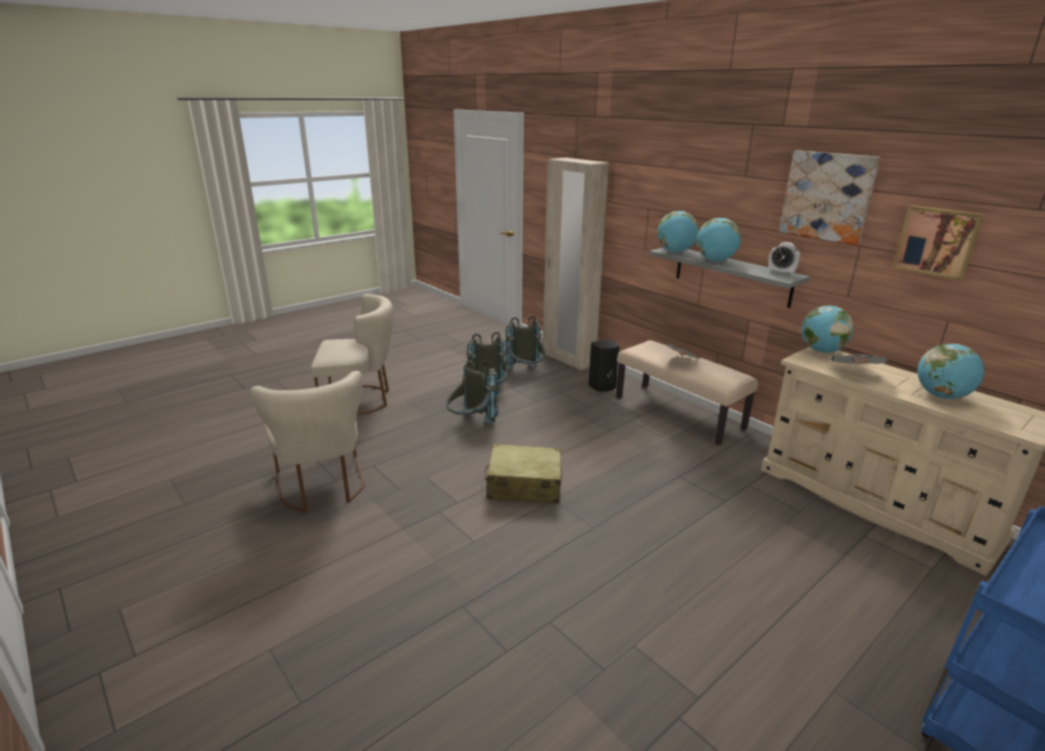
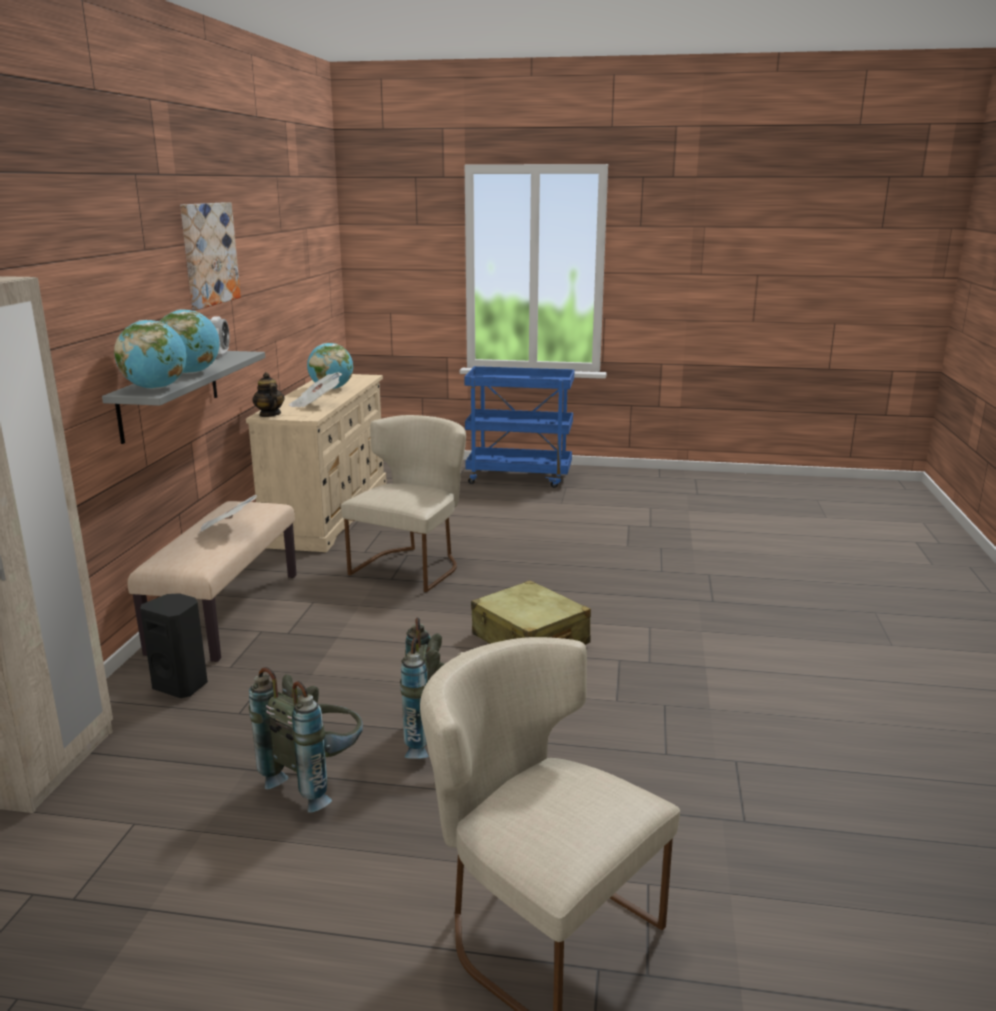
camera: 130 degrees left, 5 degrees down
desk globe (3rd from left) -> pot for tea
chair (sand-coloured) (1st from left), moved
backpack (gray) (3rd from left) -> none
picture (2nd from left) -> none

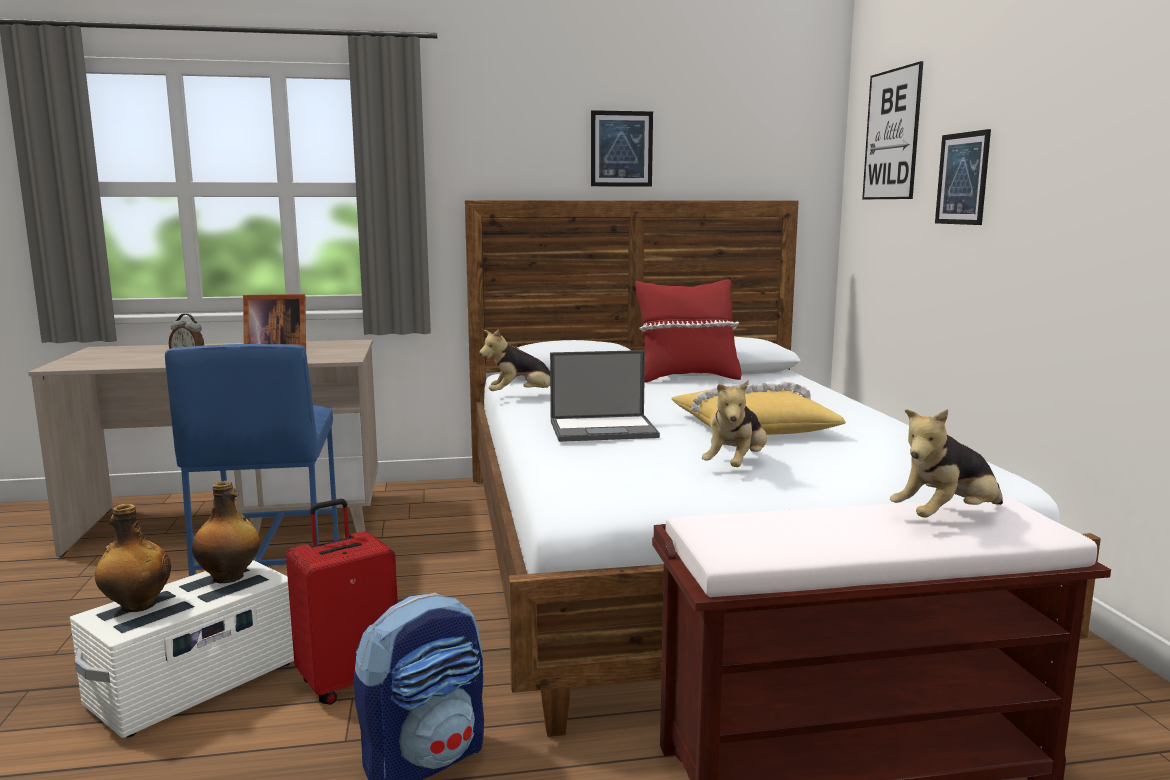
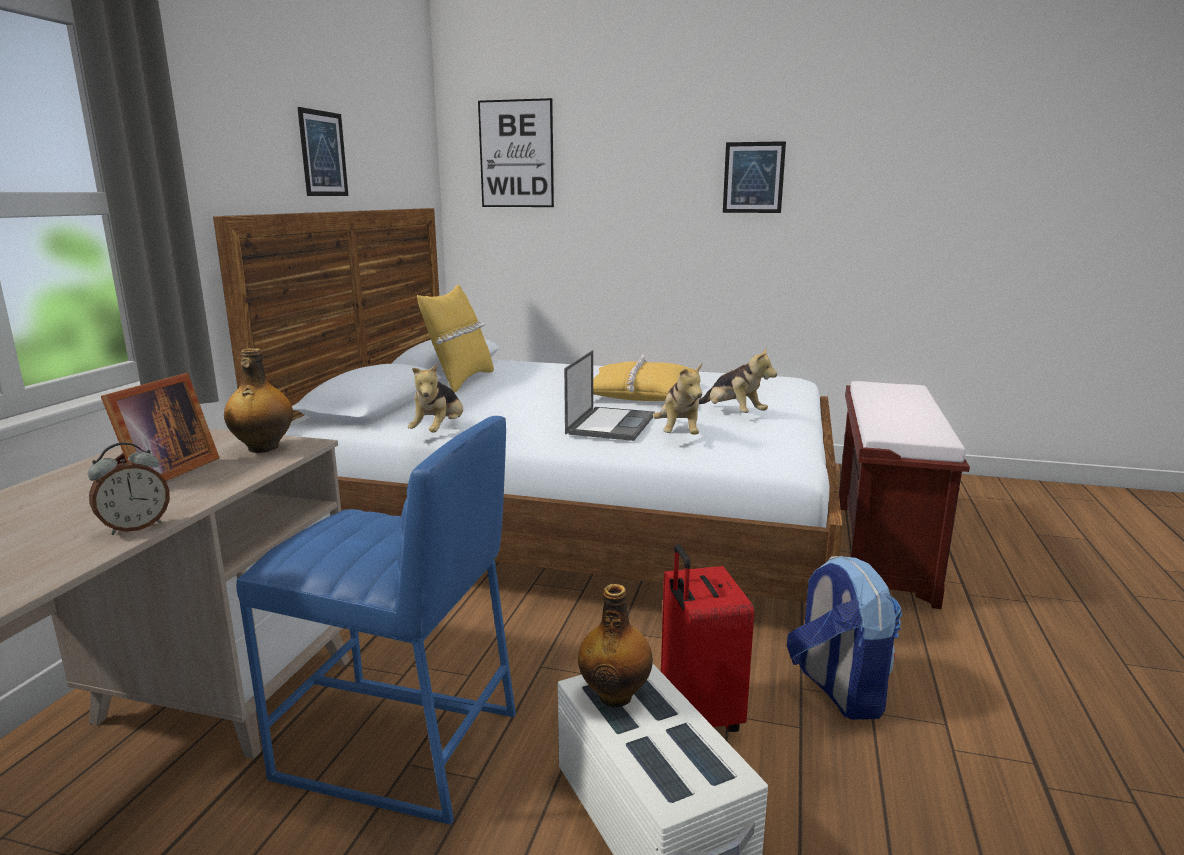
camera: 65 degrees left, 5 degrees up
drink bottle (1st from left), moved
pillow (red-coloured) -> pillow (yellowish) (1st from left)
cuddly toy (3rd from left in the first image) -> cuddly toy (2nd from left), moved
picture (3rd from left), moved

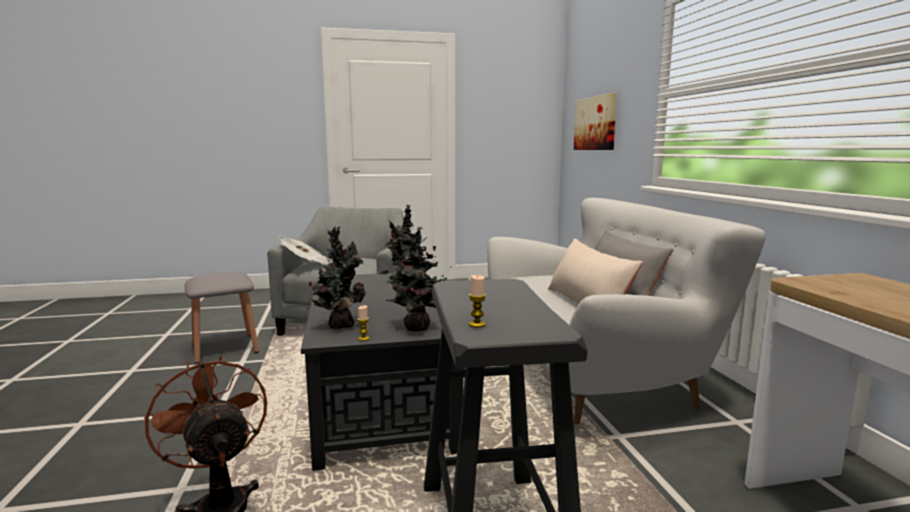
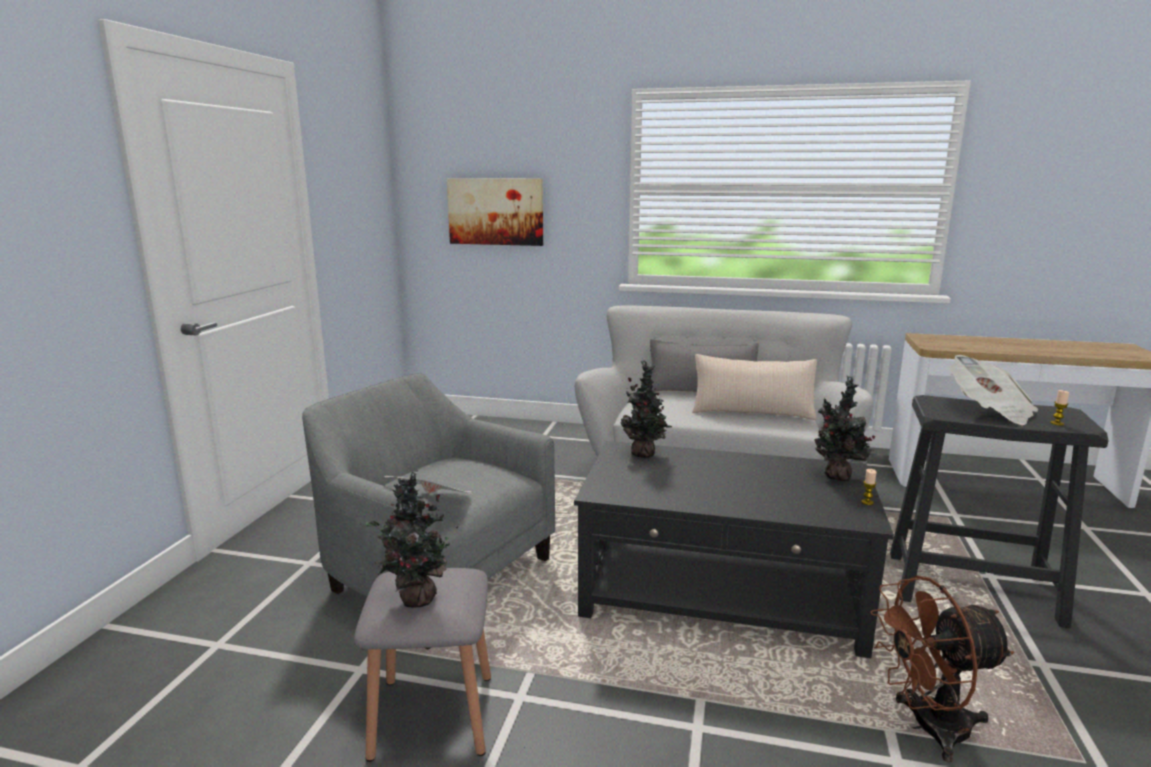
camera: 65 degrees left, 5 degrees up
potted plant (1st from left), moved
none -> newspaper (2nd from left)

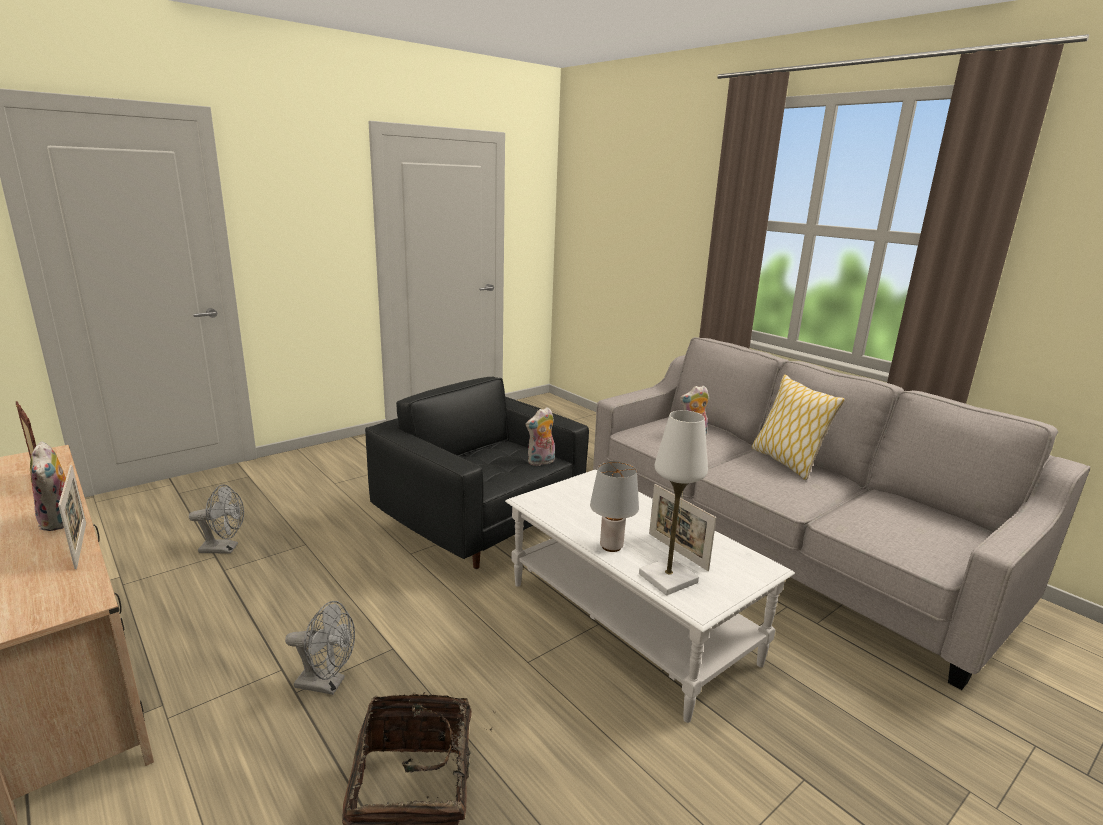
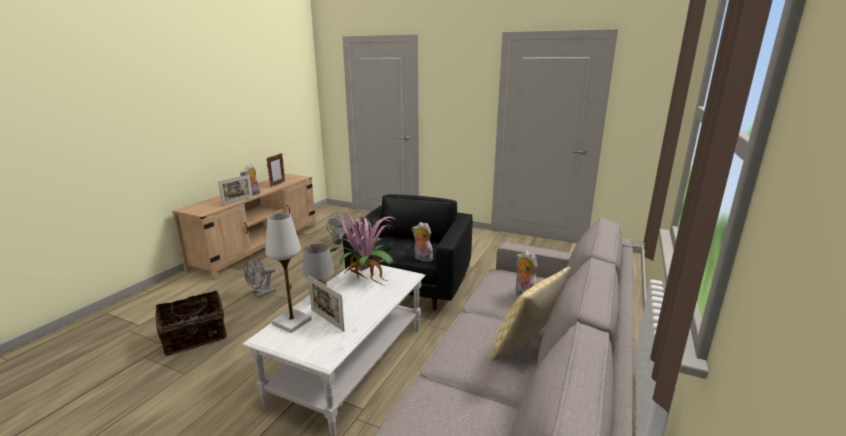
camera: 65 degrees right, 0 degrees up
cooling fan (gray) (2nd from left in the first image) -> cooling fan (gray) (1st from left), 60 degrees clockwise
standing frame (3rd from left), 75 degrees counterclockwise
none -> potted plant

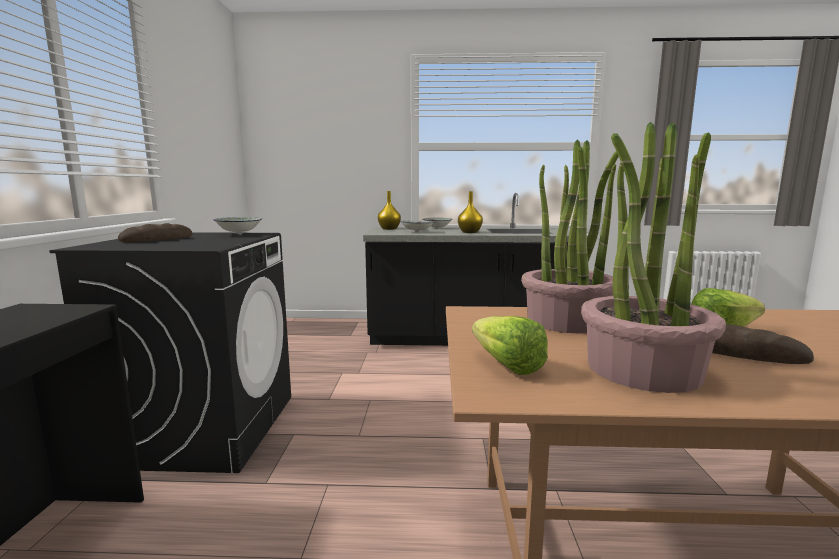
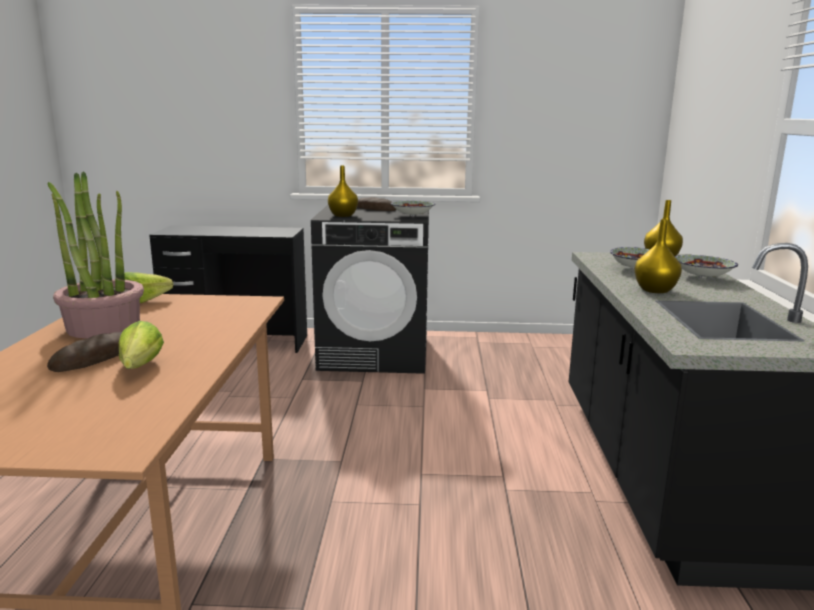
camera: 90 degrees right, 5 degrees up
none -> vase (yellowish) (1st from left)
potted plant (1st from left) -> none

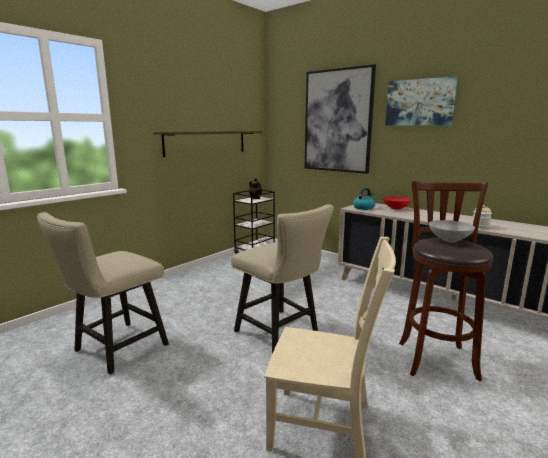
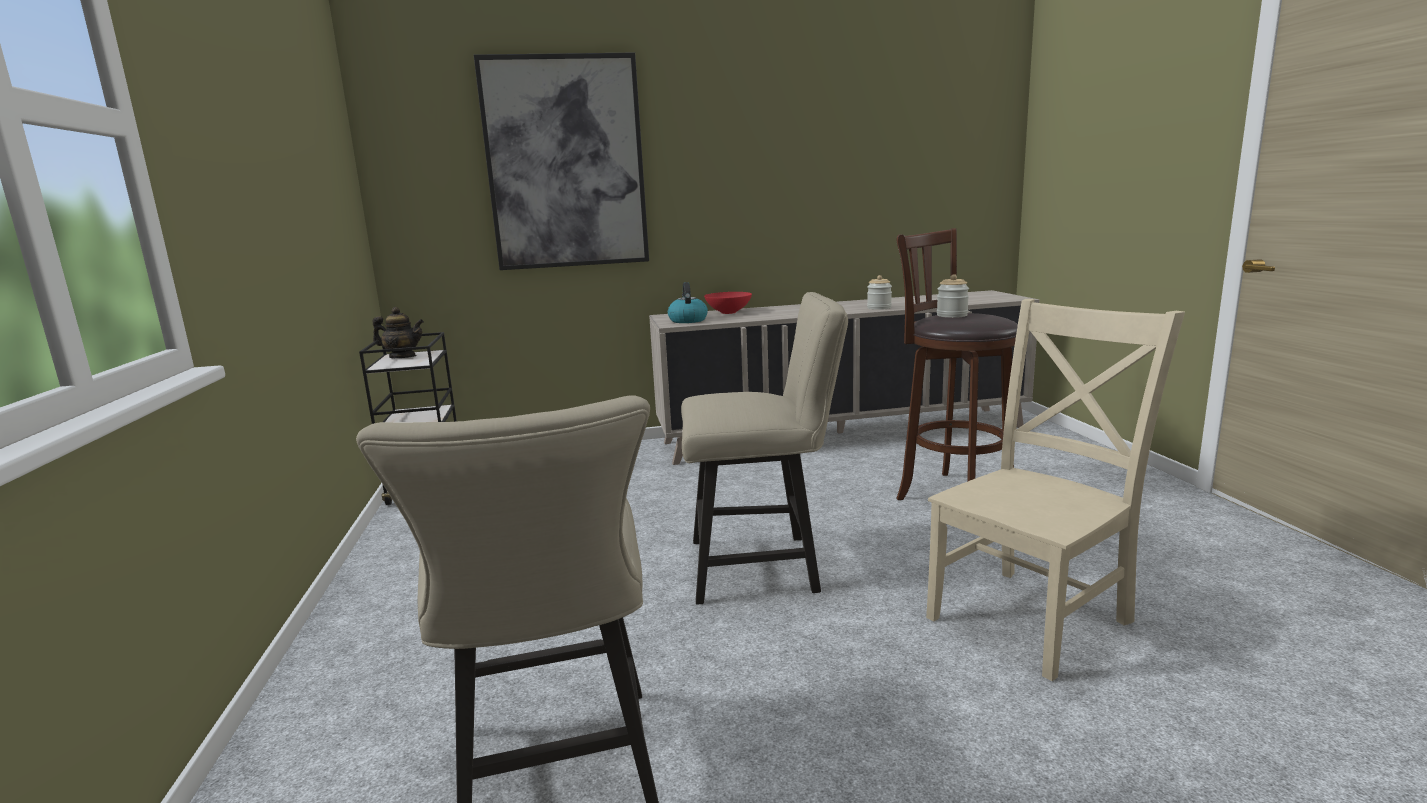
camera: 50 degrees left, 0 degrees up
deep dish (gray) -> jar (2nd from left)
shelf -> none
picture (2nd from left) -> none

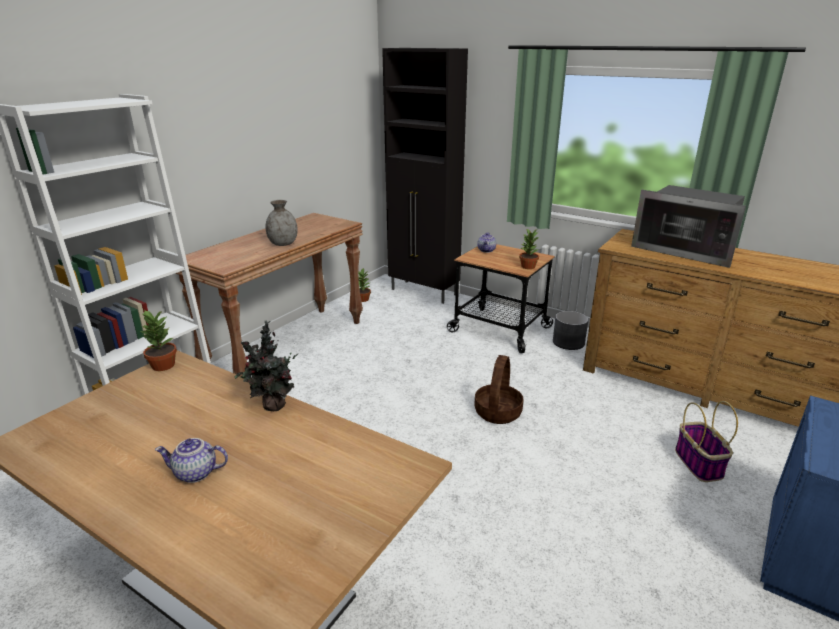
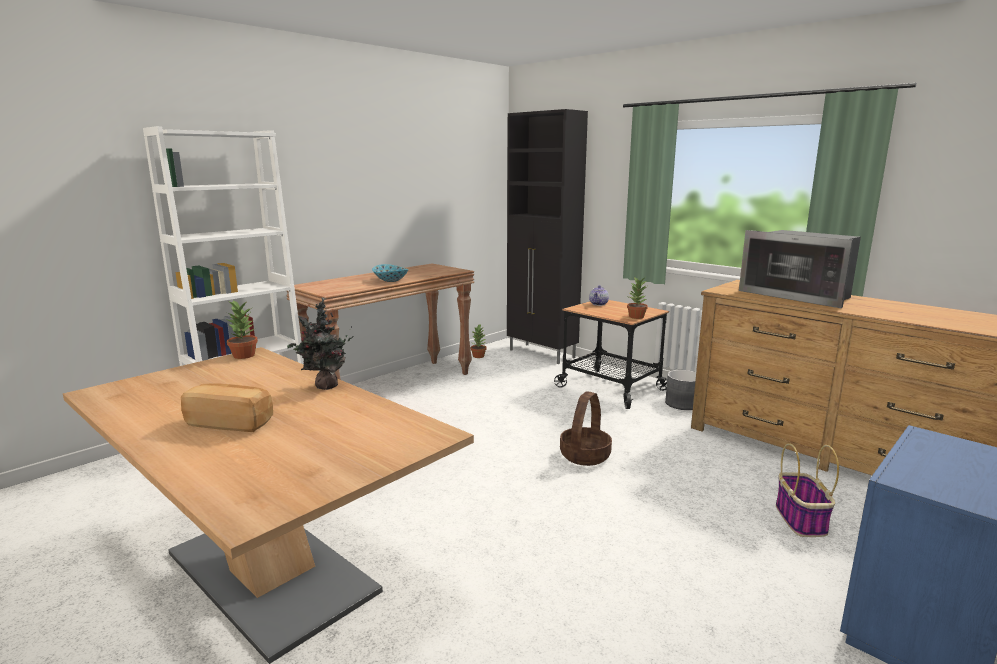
camera: 10 degrees right, 10 degrees down
pot for tea (1st from left) -> baked bread
vase (gray) -> deep dish

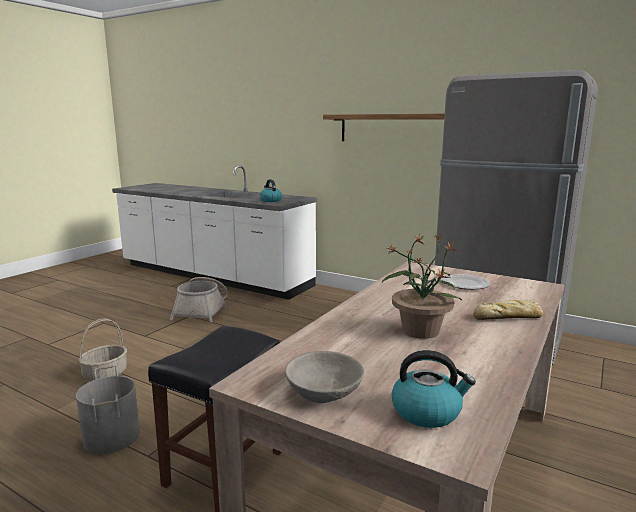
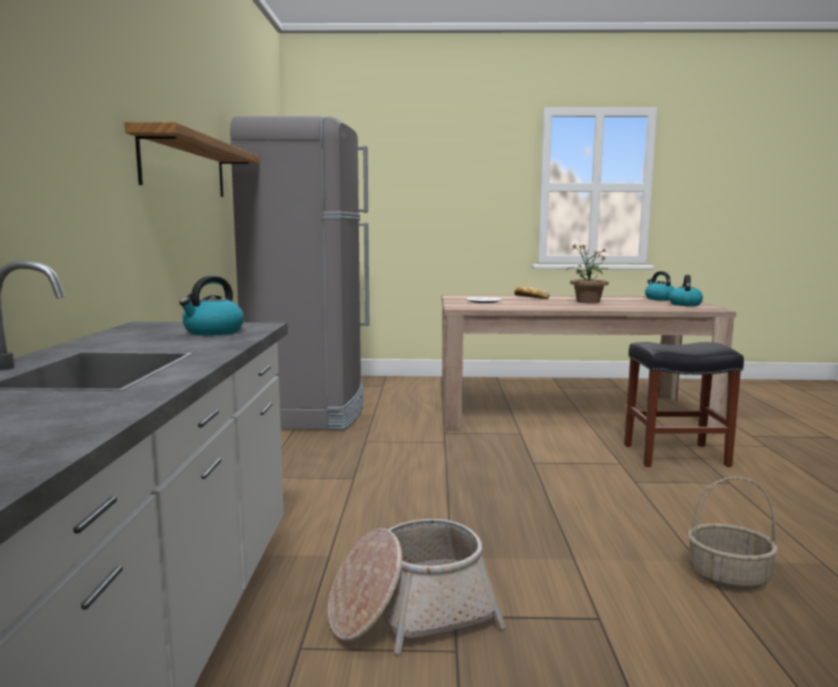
camera: 120 degrees left, 5 degrees down
deep dish (gray) -> water kettle (3rd from left)
bucket (gray) -> none

